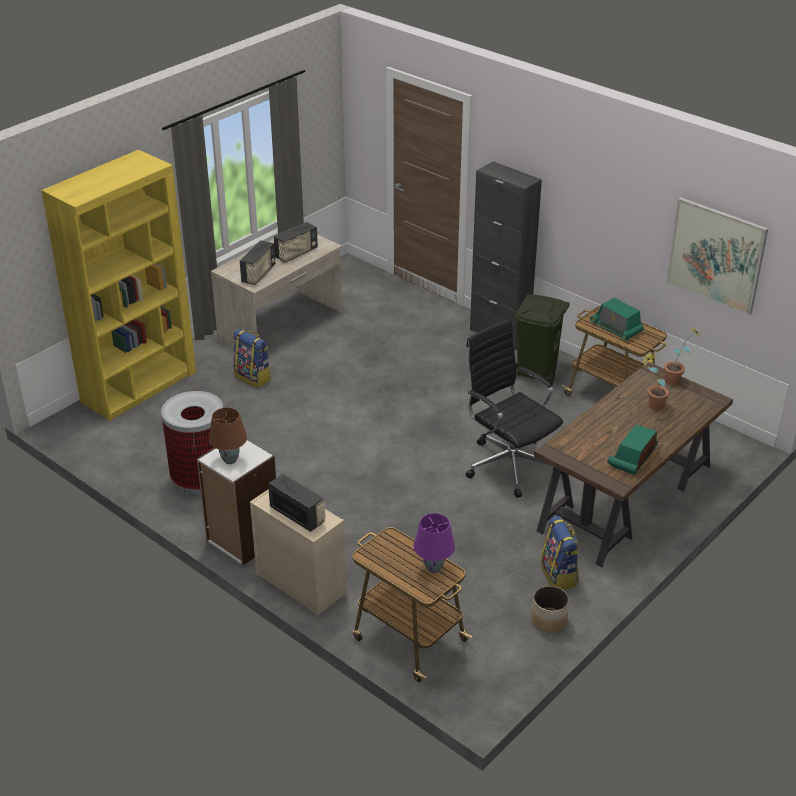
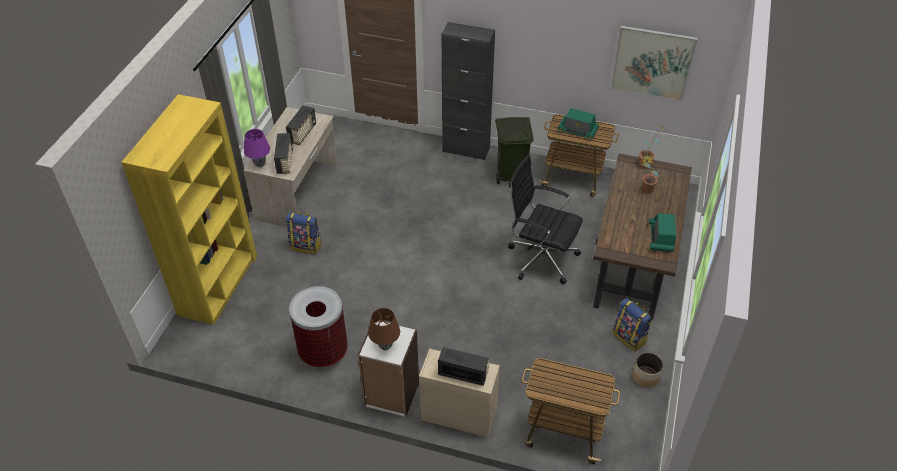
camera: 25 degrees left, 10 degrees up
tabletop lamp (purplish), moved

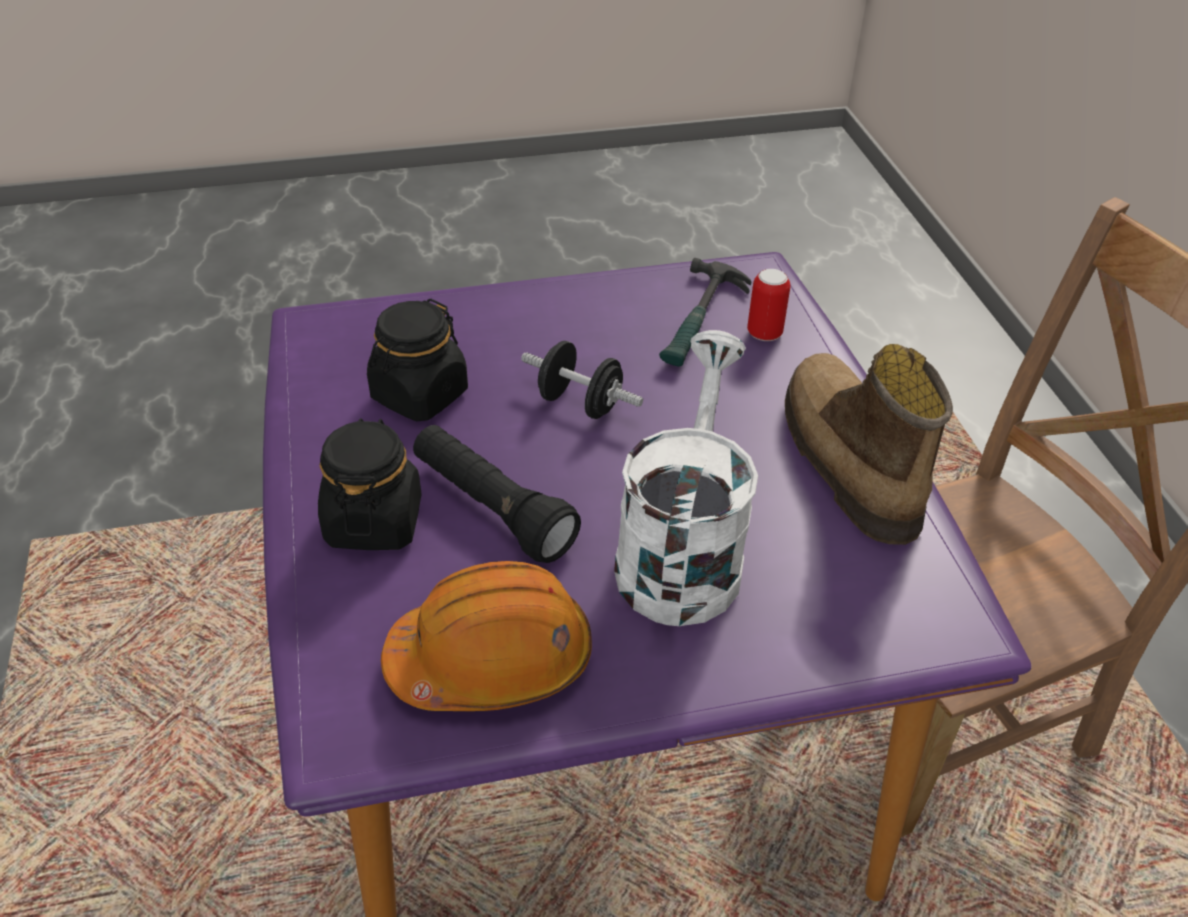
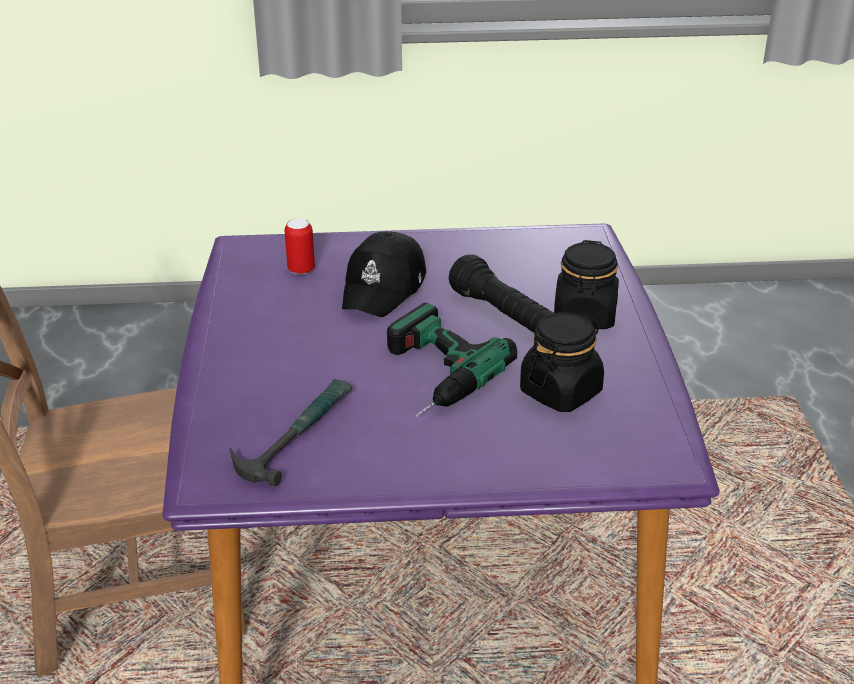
camera: 170 degrees left, 10 degrees down
sealed can, moved
sprinkling can (white) -> peaked cap (blackish)
hand weight (blackish) -> drill
safety helmet (orange) -> none
high-top boot -> none

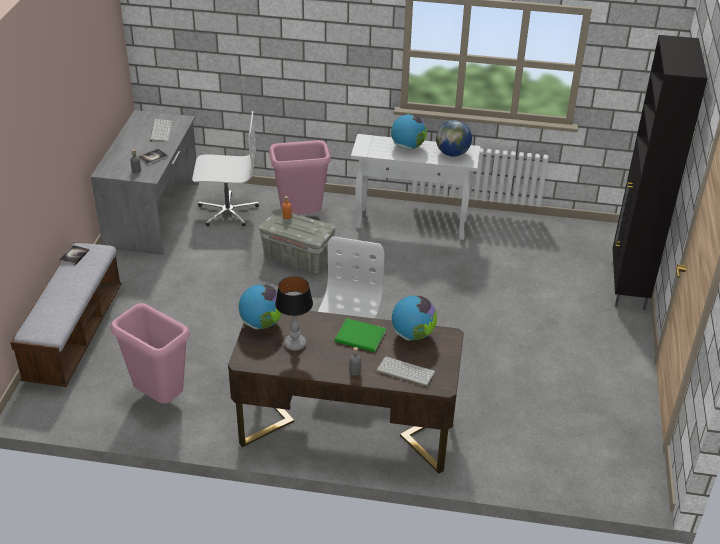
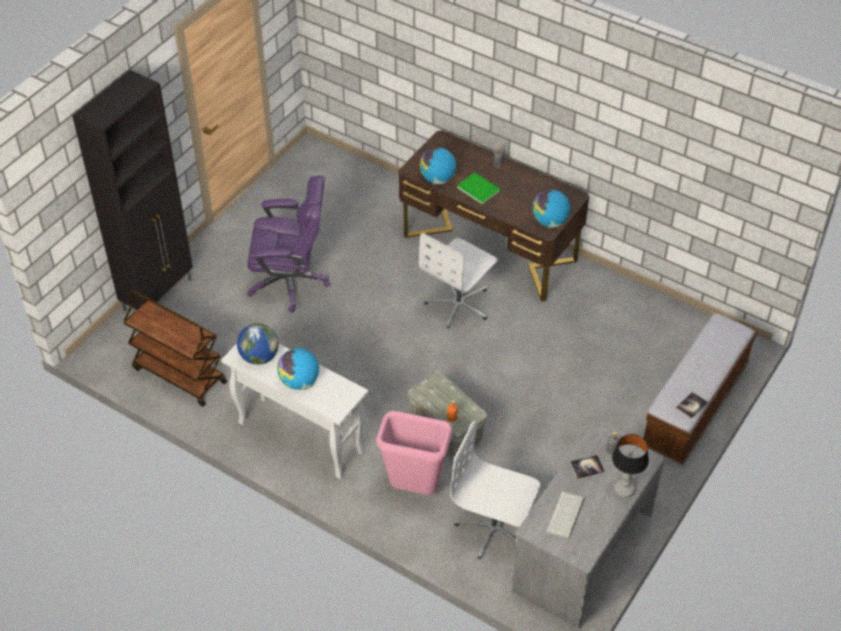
camera: 155 degrees left, 10 degrees up
none -> trolley (brown-coloured)
none -> office chair (purplish)
tabletop lamp, moved
trash can (pink) (1st from left) -> none
computer keyboard (2nd from left) -> none

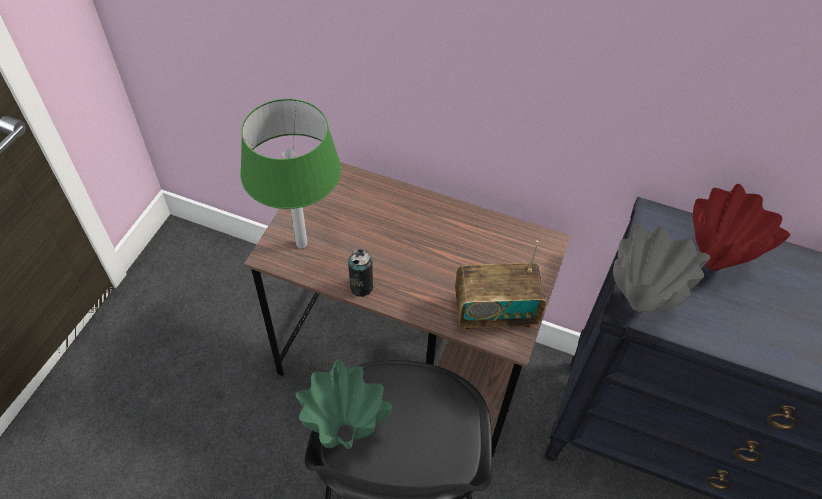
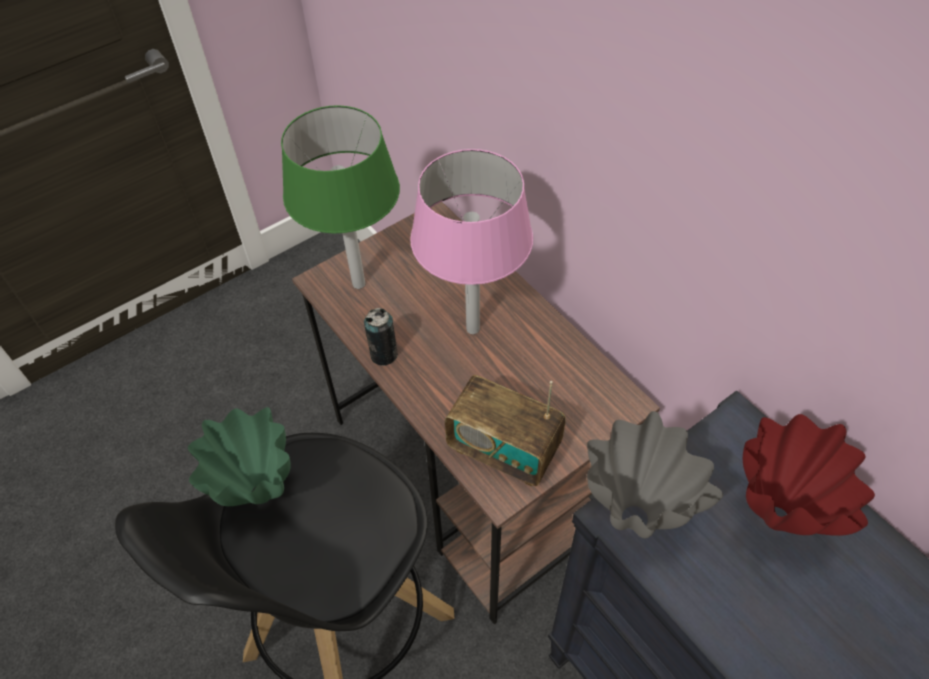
camera: 35 degrees right, 0 degrees up
none -> tabletop lamp (pink)

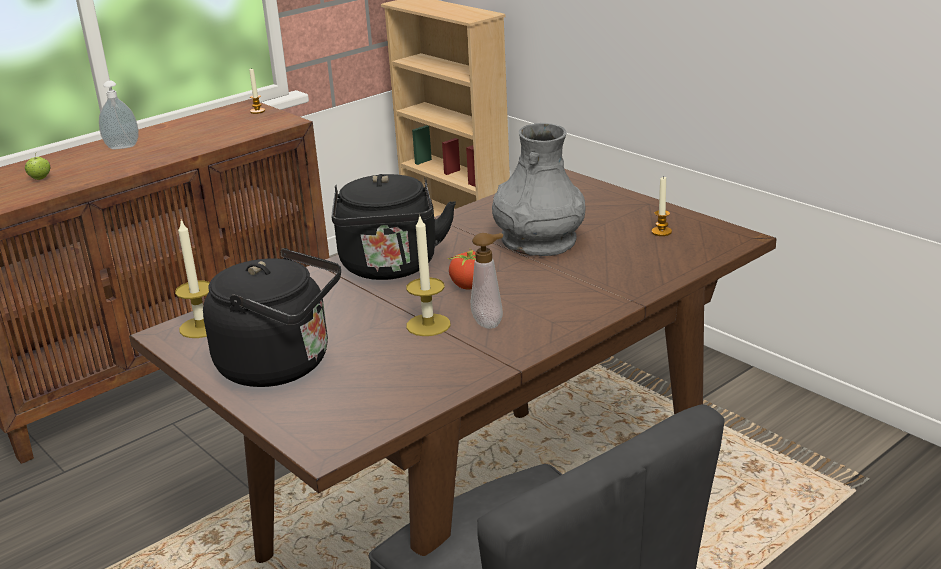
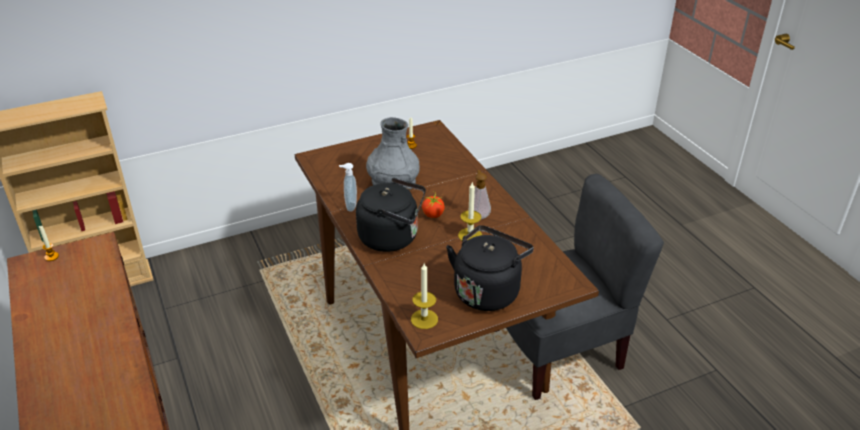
camera: 75 degrees left, 10 degrees up
soap dispenser (1st from left), moved
whole apple -> none

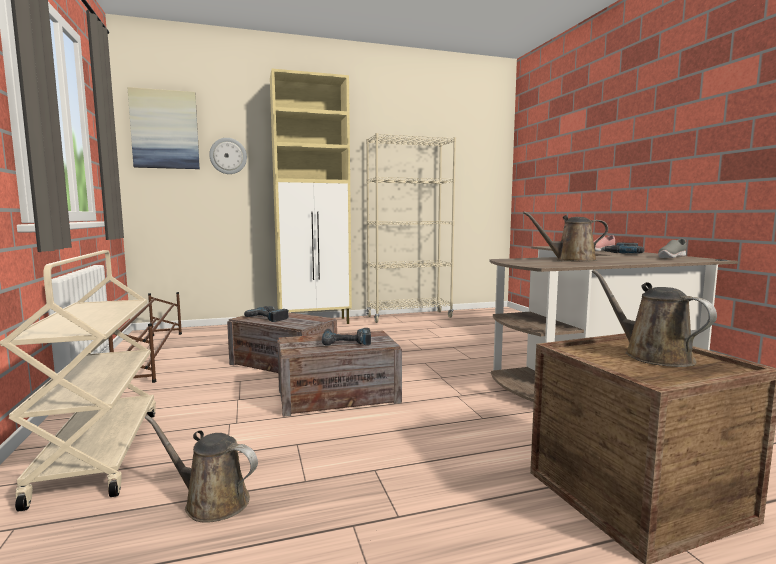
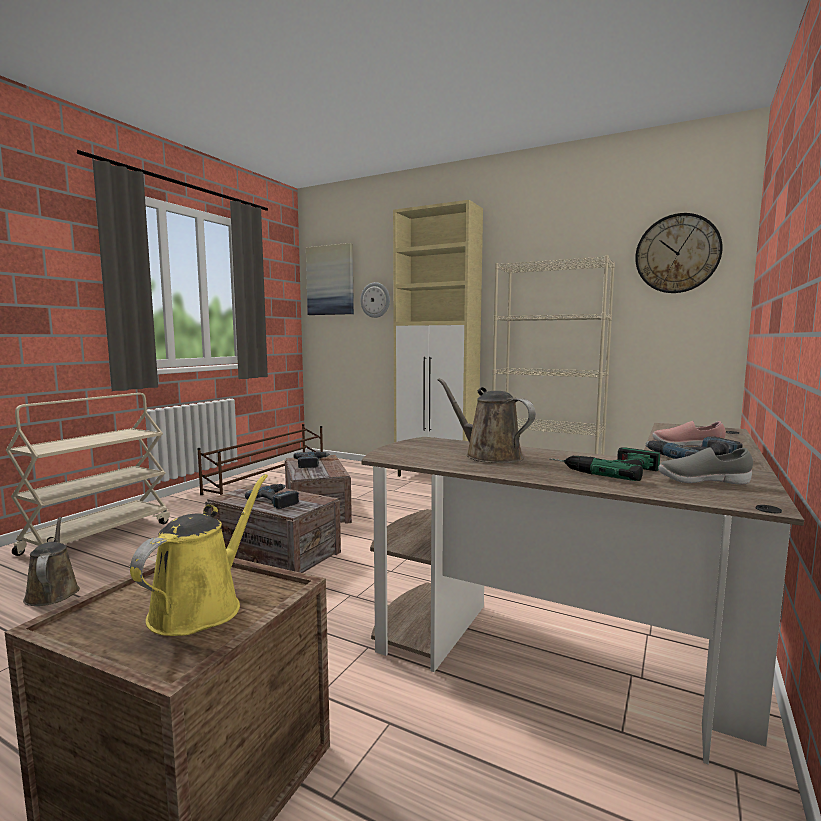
camera: 45 degrees right, 0 degrees up
sprinkling can (brown-coloured) (3rd from left) -> sprinkling can (yellowish)
none -> drill (3rd from left)
none -> hanging clock (2nd from left)

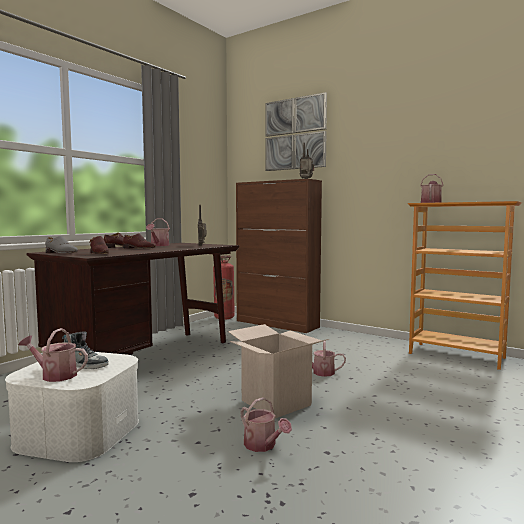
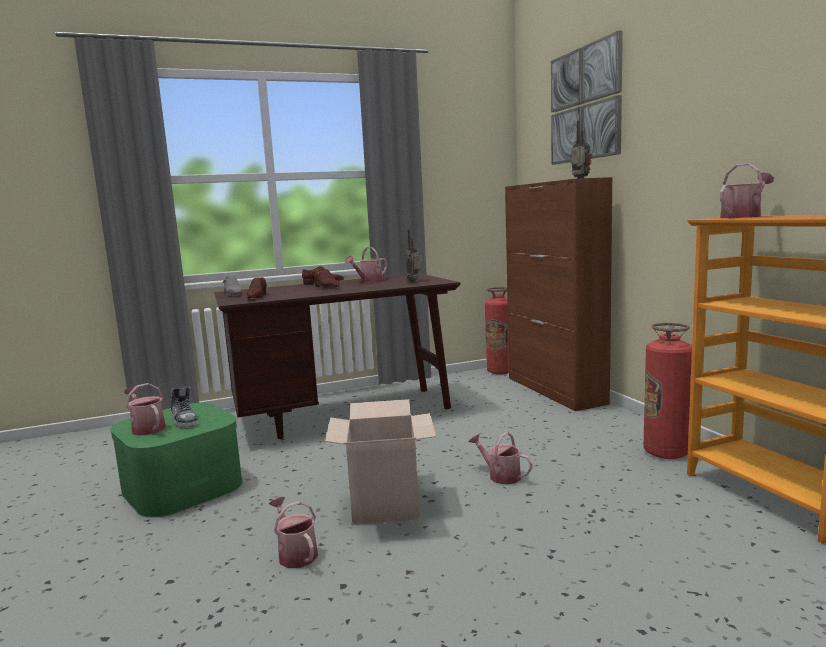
camera: 35 degrees right, 5 degrees up
storage container (white) -> storage container (green-coloured)
sprinkling can (3rd from left in the first image) -> sprinkling can (2nd from left), 150 degrees clockwise
none -> fire-fighting cylinder (2nd from left)

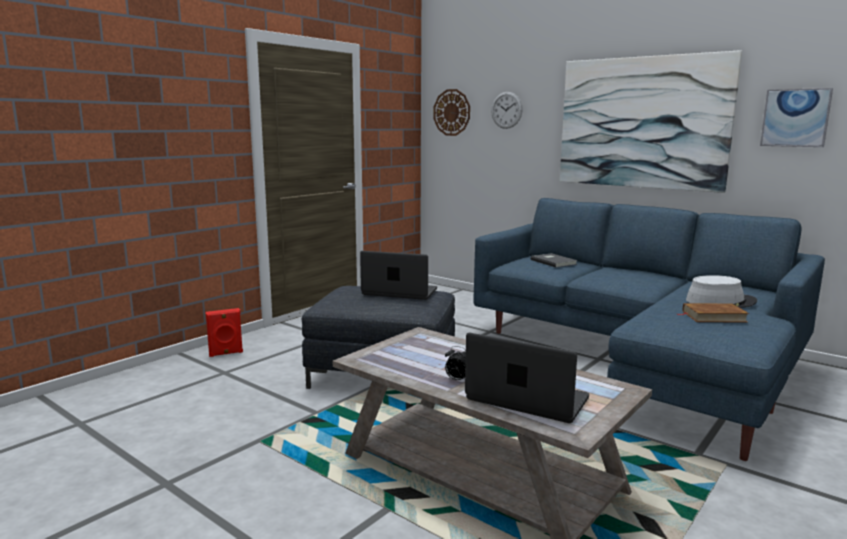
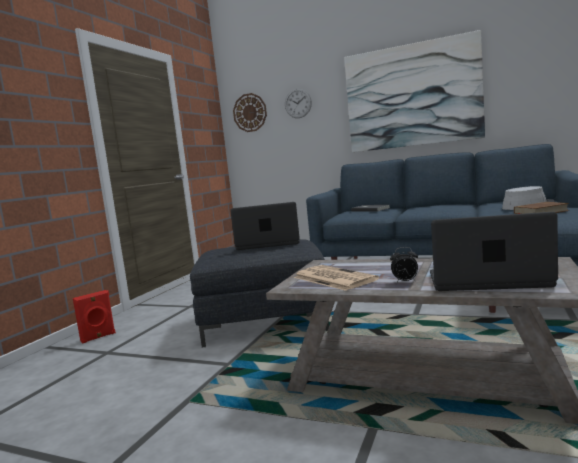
camera: 15 degrees left, 5 degrees down
none -> newspaper
picture (2nd from left) -> none

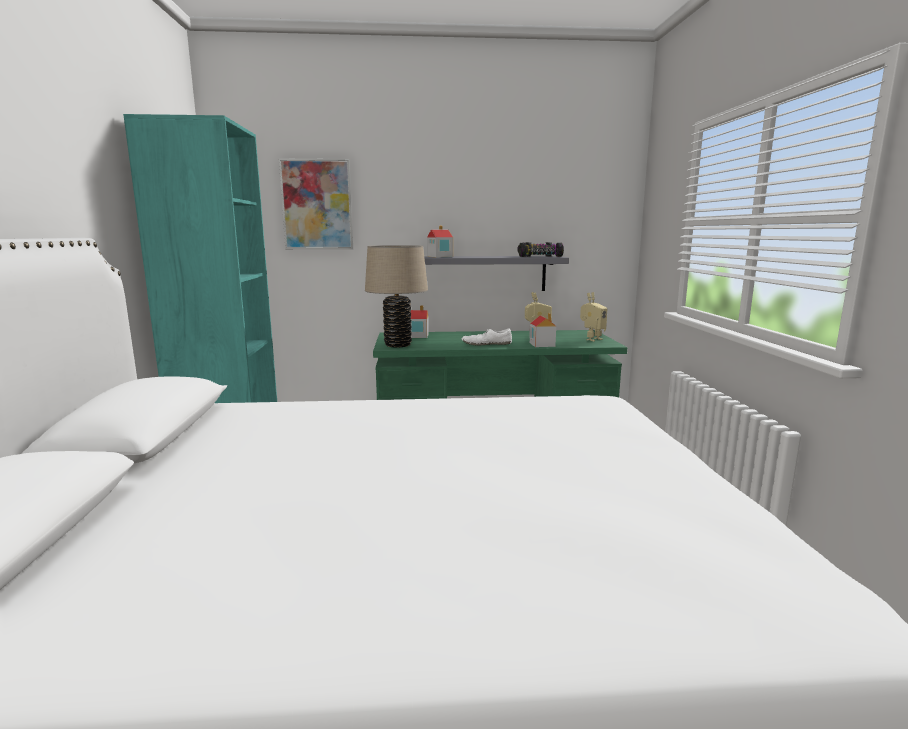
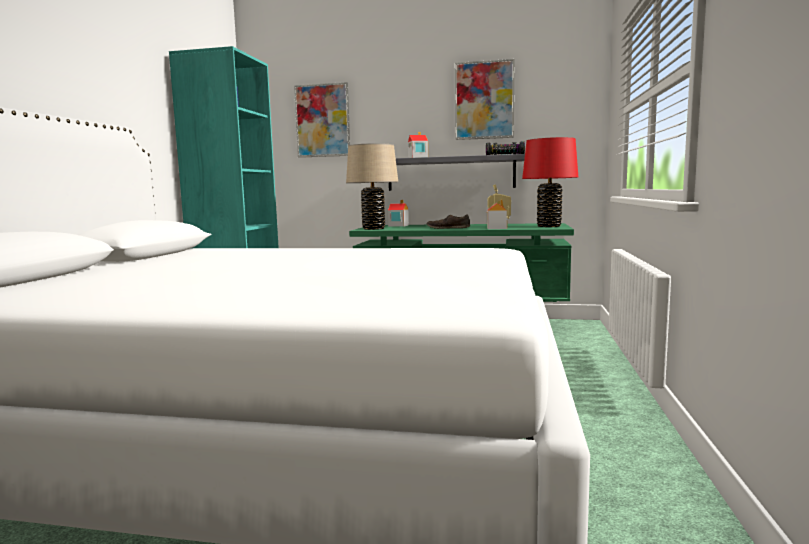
camera: 15 degrees right, 5 degrees down
item of footwear (white) -> item of footwear (brown-coloured)
none -> picture (2nd from left)
model robot (2nd from left) -> tabletop lamp (red-coloured)

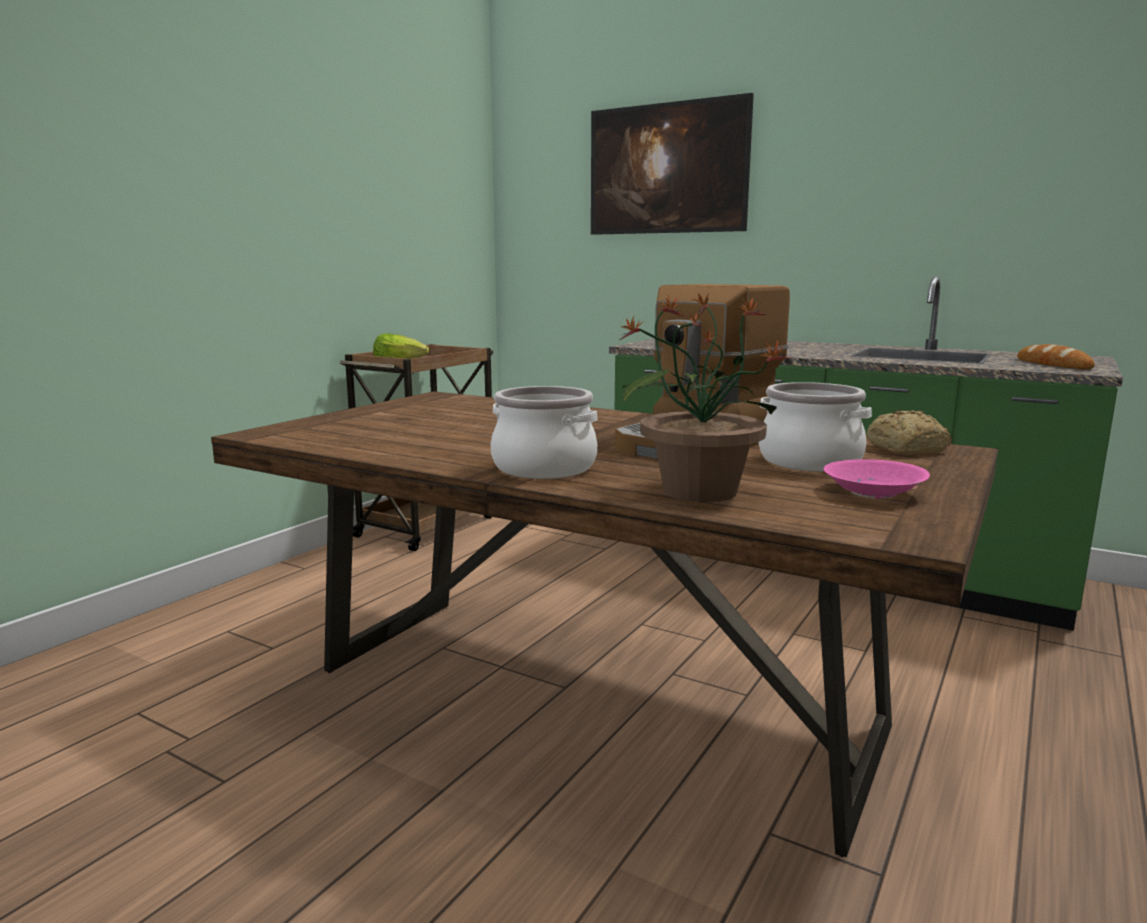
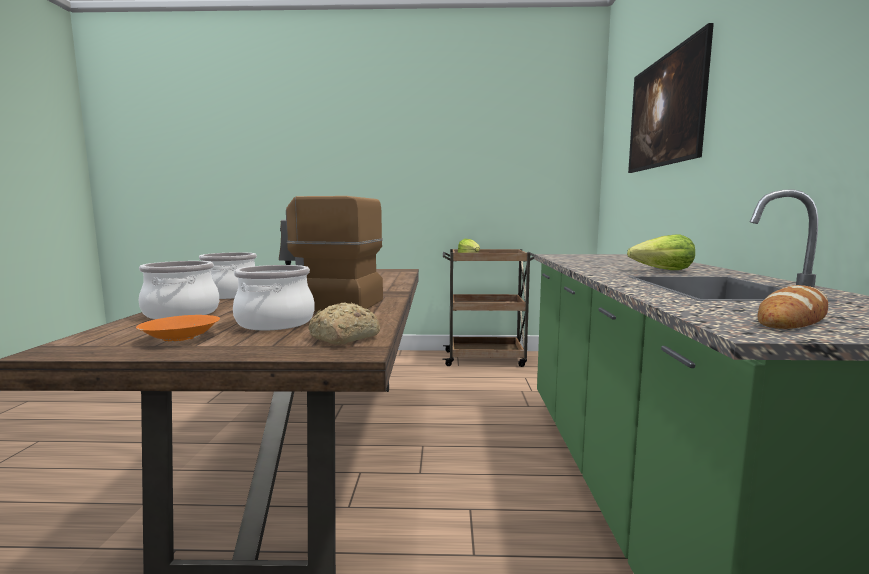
camera: 60 degrees right, 5 degrees down
deep dish (pink) -> deep dish (orange)
potted plant -> cooking pot (1st from left)
none -> lettuce head (2nd from left)

